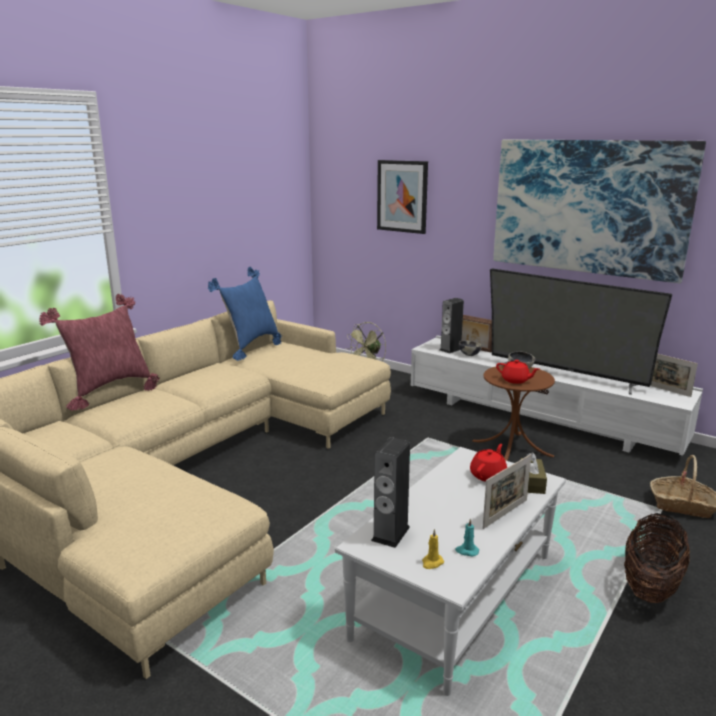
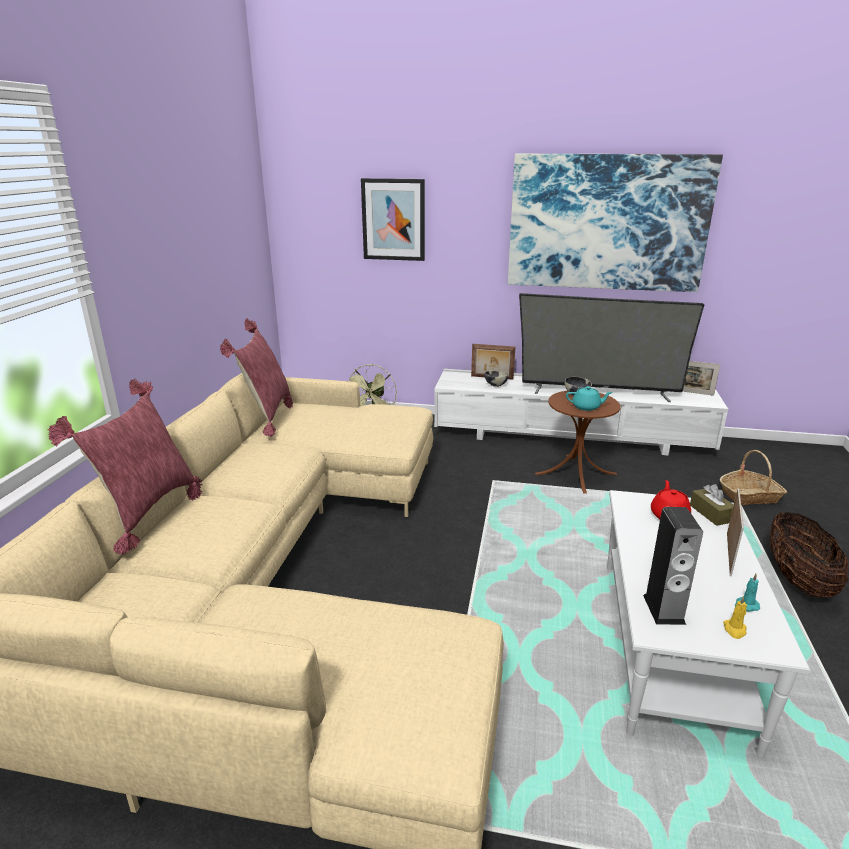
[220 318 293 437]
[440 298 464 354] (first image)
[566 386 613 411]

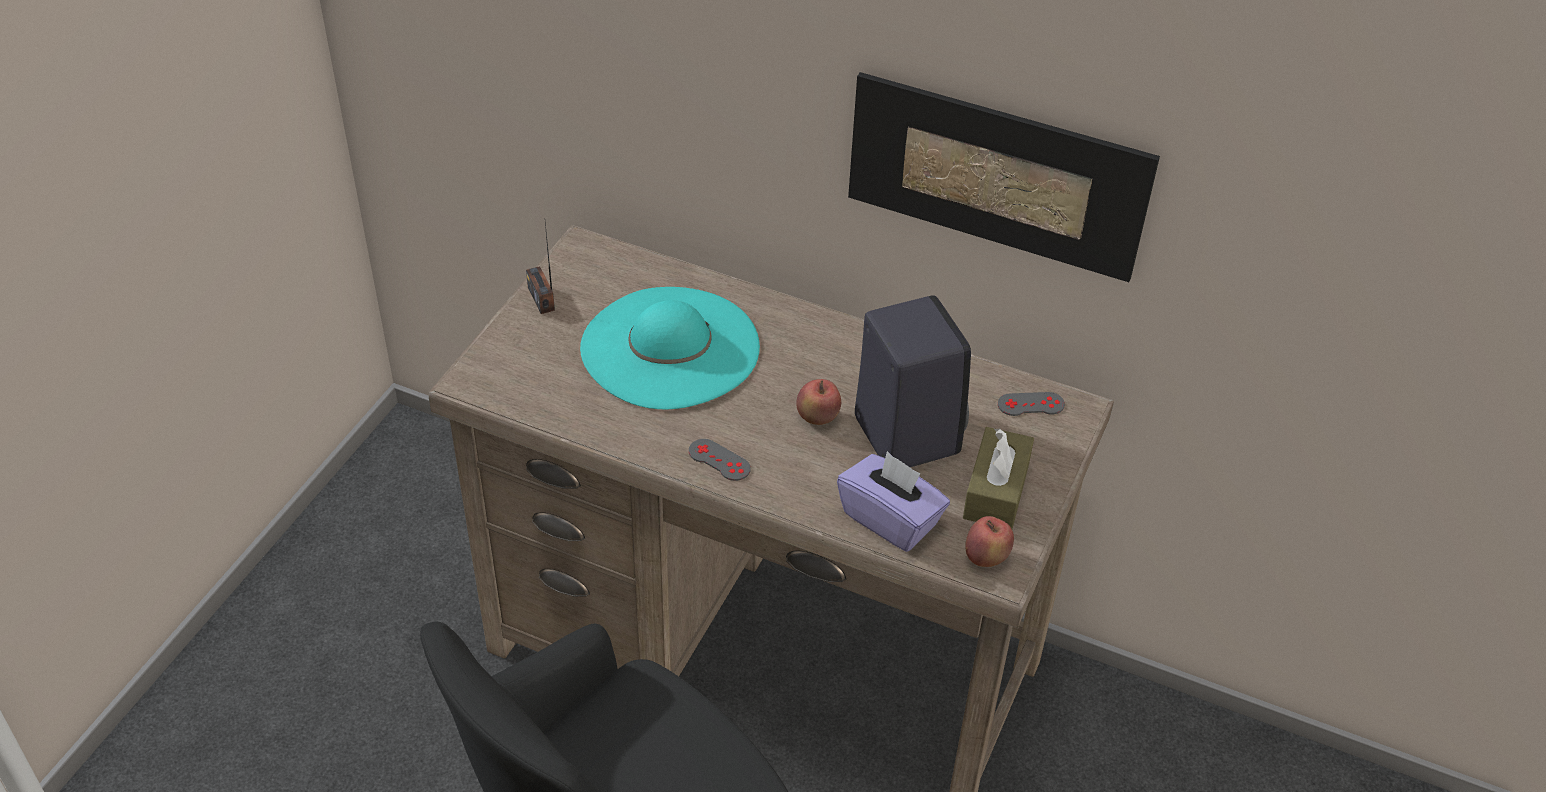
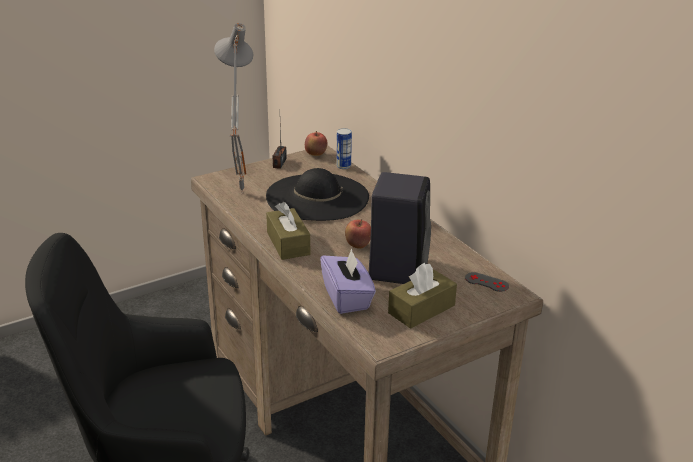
[848 72 1160 282] (first image)
[266 168 369 221]
[266 202 310 260]
[305 131 327 156]
[214 23 253 193]
[337 128 352 169]

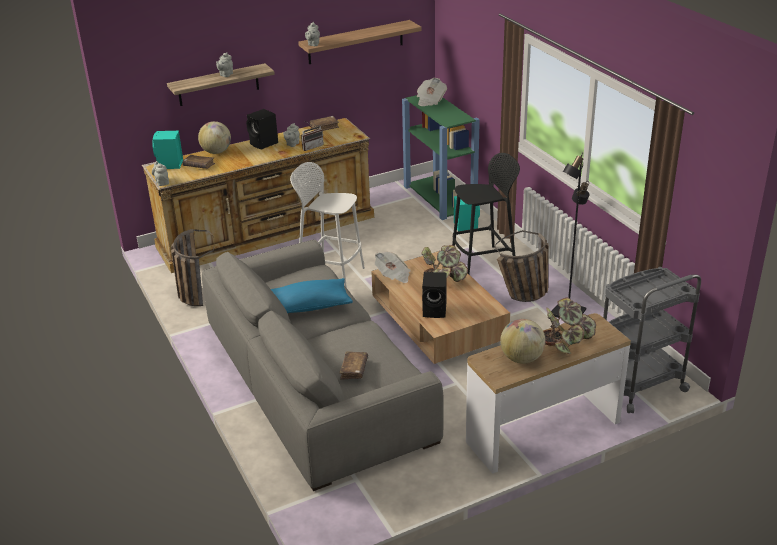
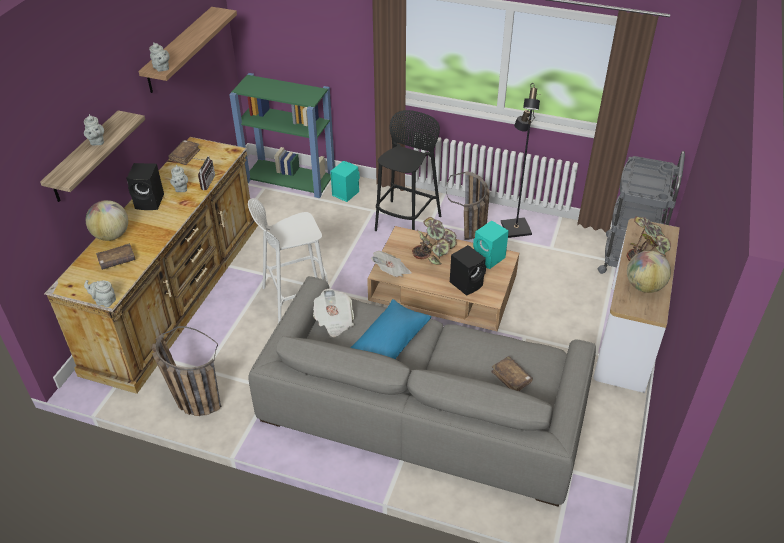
[313 288 354 337]
[473 221 509 269]

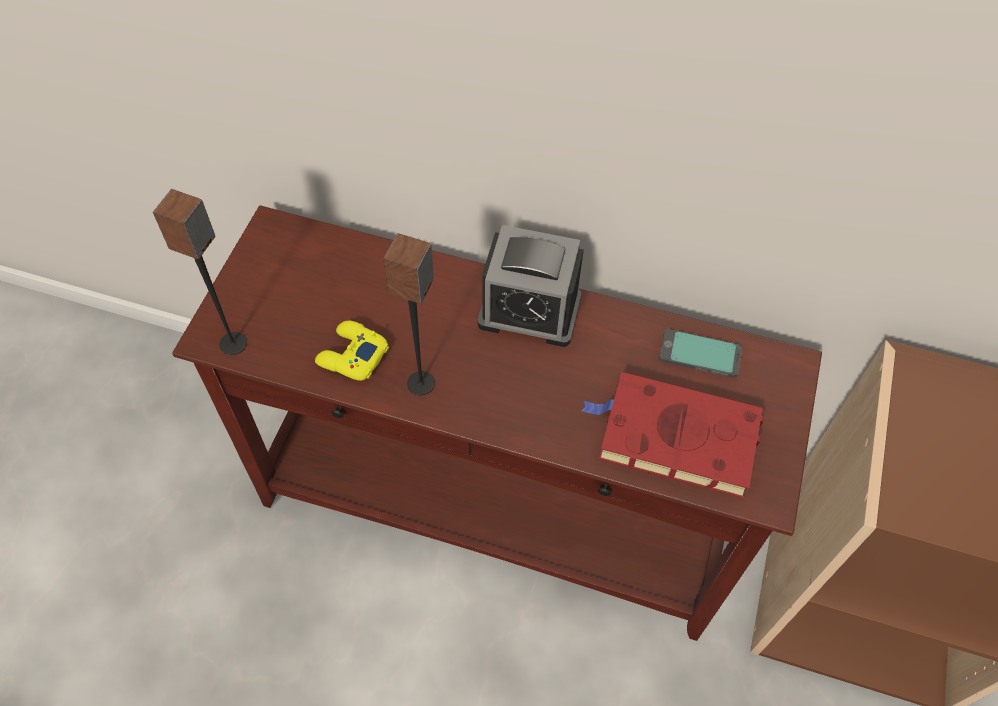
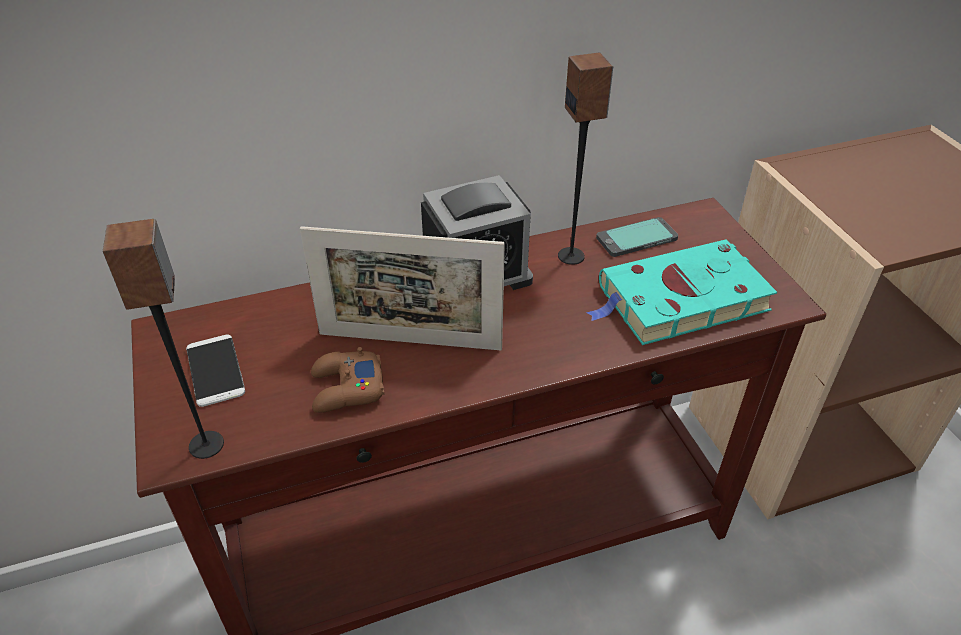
[558 53 613 265]
[311 347 385 413]
[586 239 777 345]
[300 226 505 350]
[186 335 245 407]

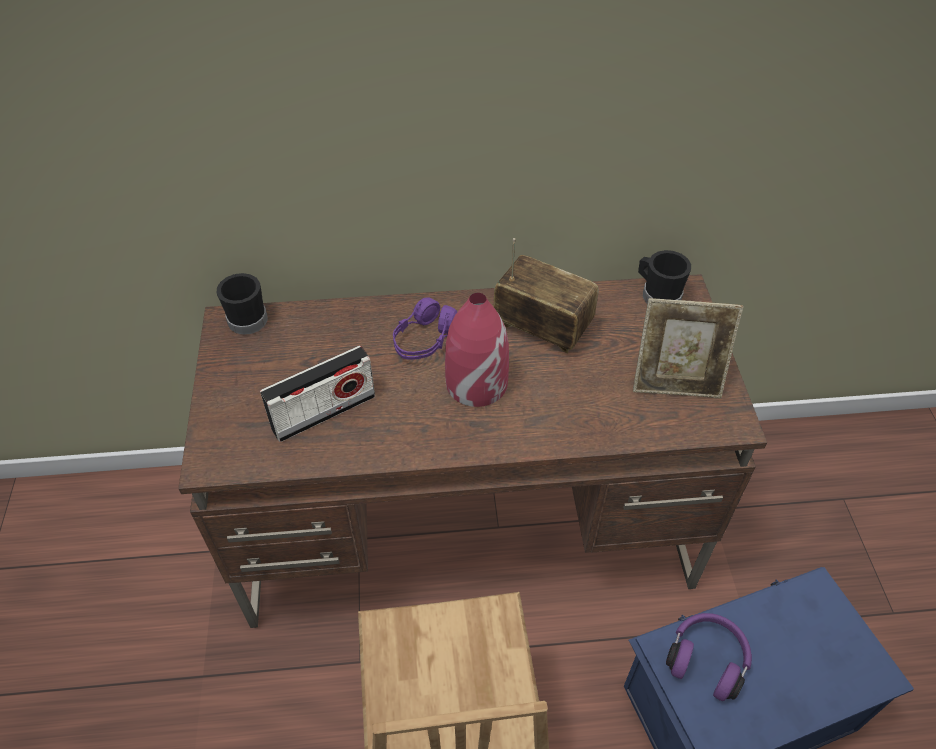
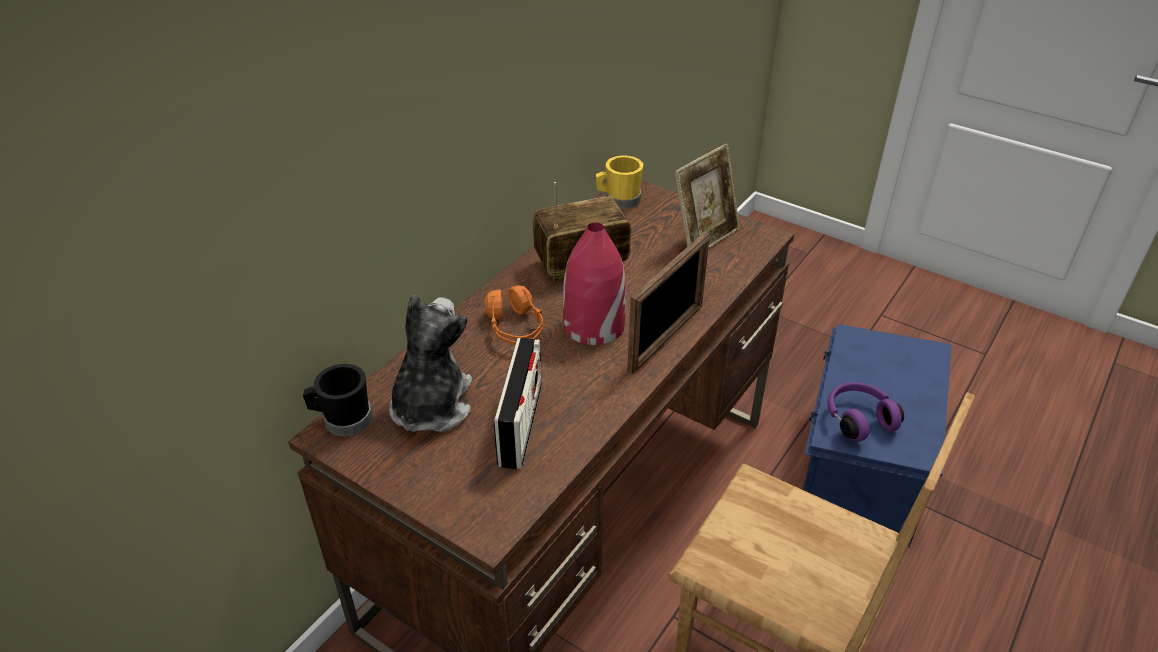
[596 155 643 209]
[485 285 543 345]
[627 232 710 374]
[389 295 472 432]

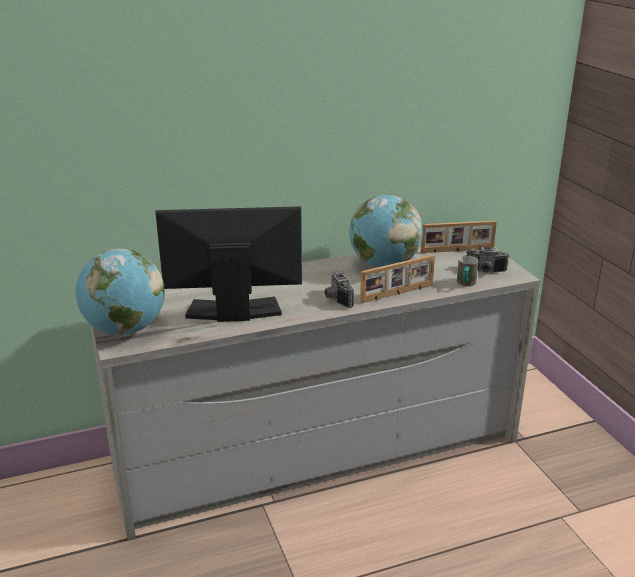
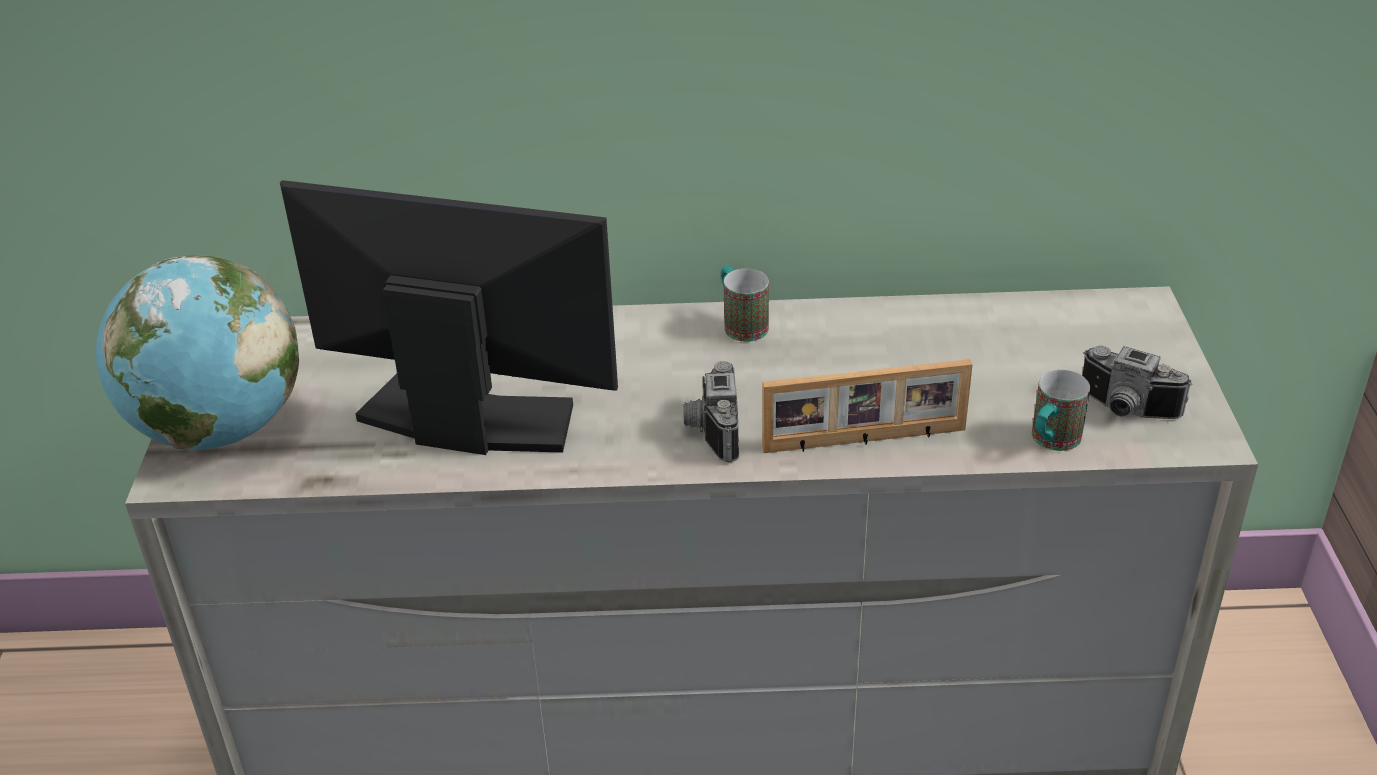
[349 195 423 267] (first image)
[420 221 497 253] (first image)
[721 266 769 342]

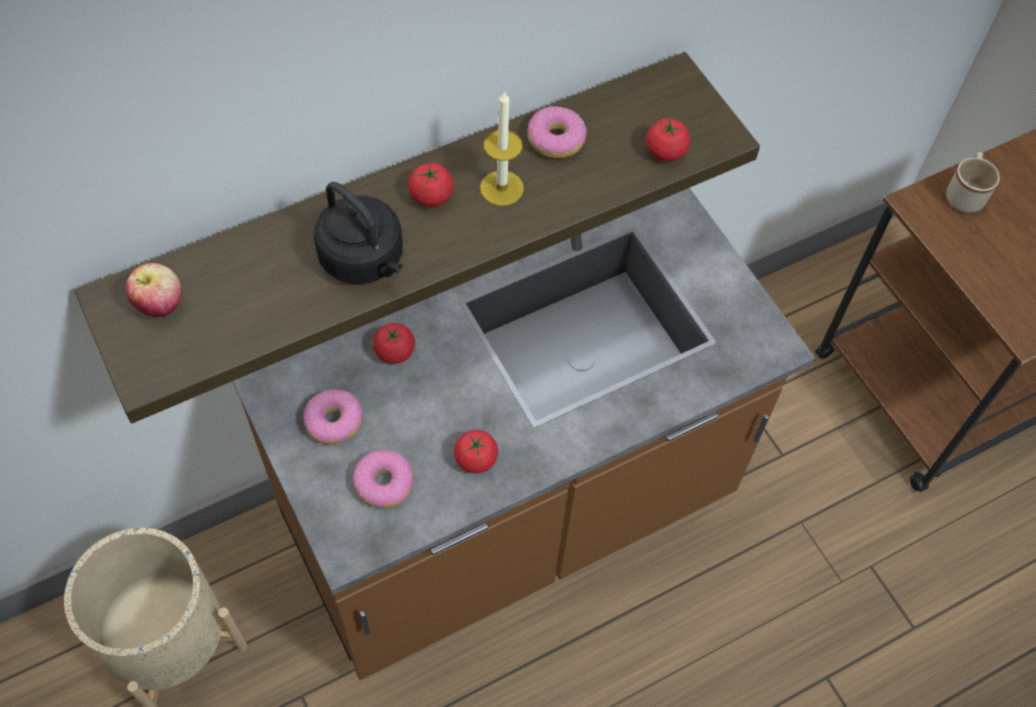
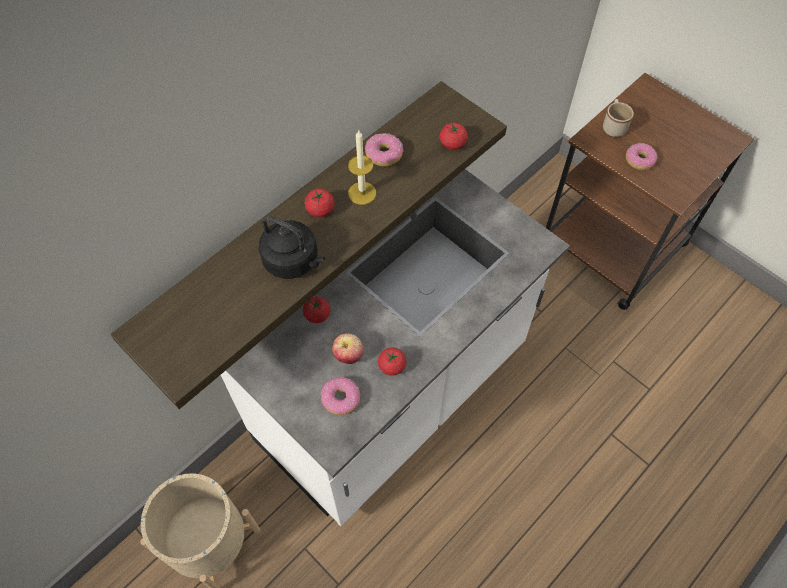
[221 169 570 526]
[332 333 363 364]
[626 143 658 170]

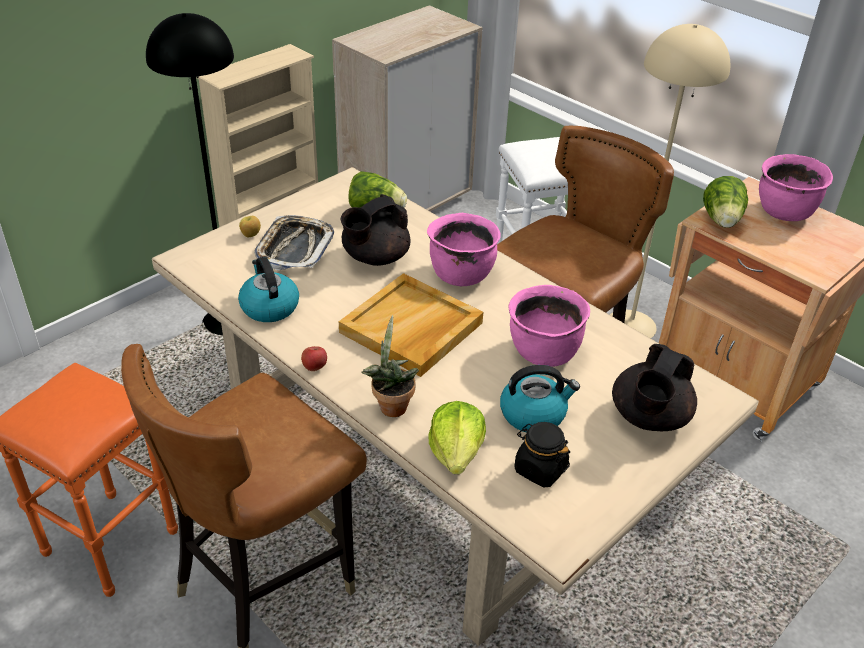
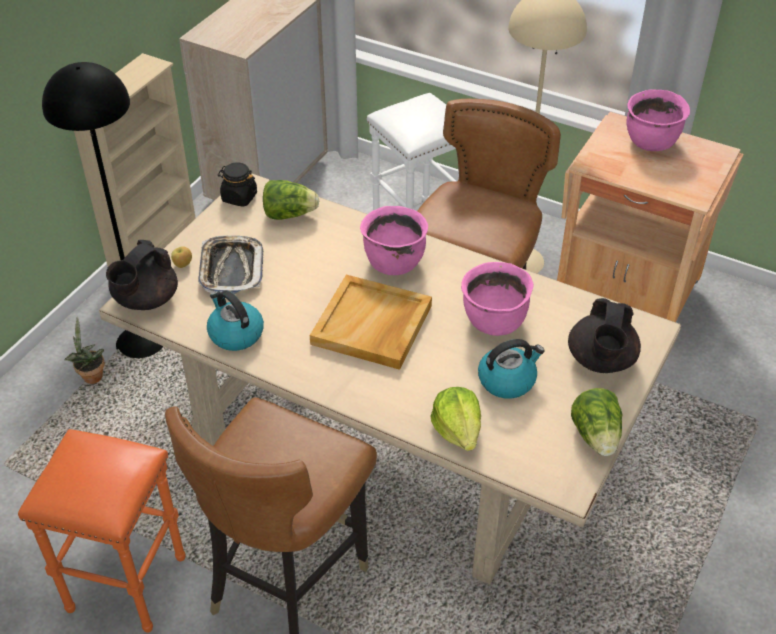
[571 388 622 456]
[106 240 178 310]
[65 317 105 384]
[301 346 327 371] (first image)
[218 162 257 206]

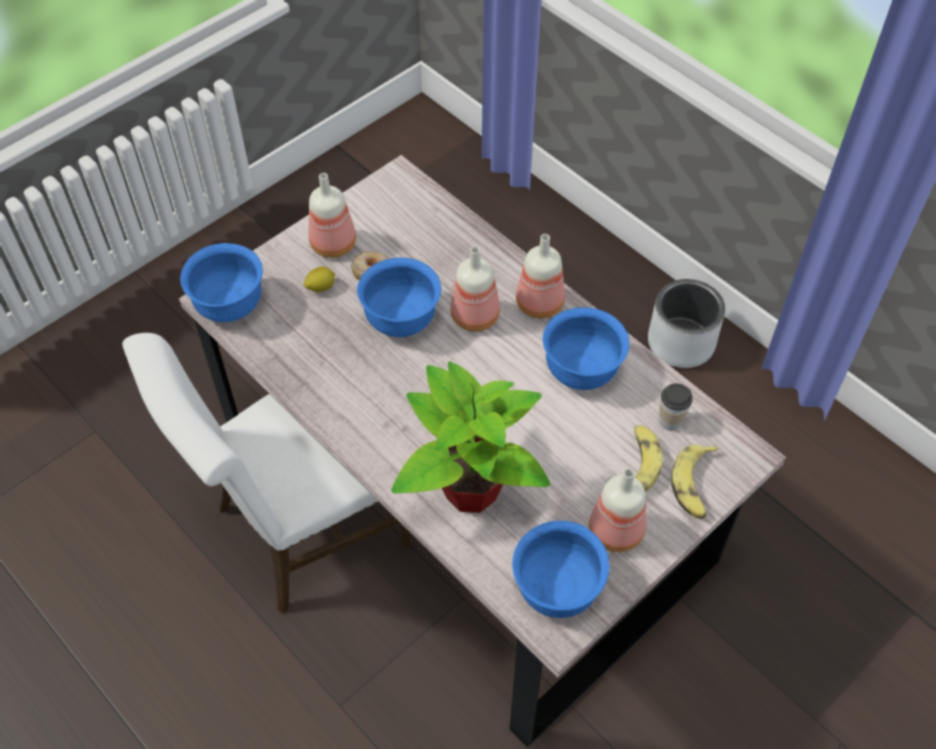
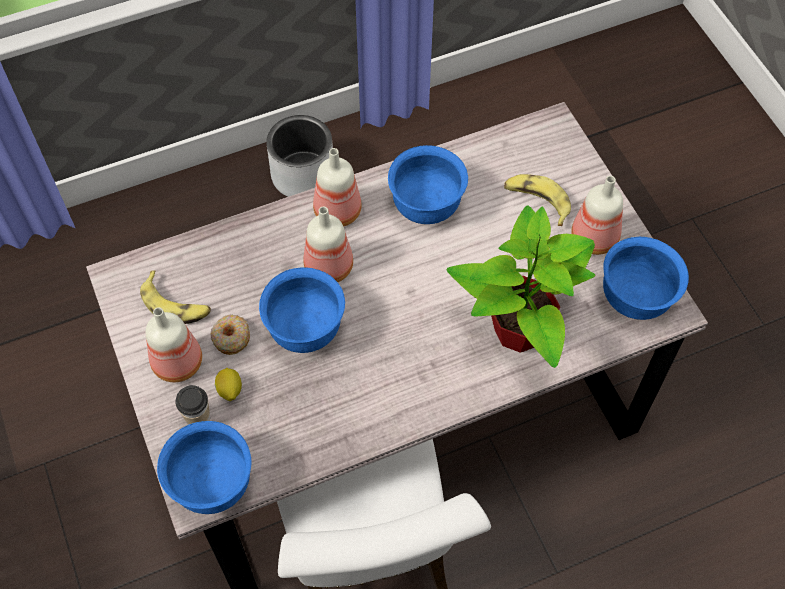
[175 385 210 425]
[140 270 211 324]

